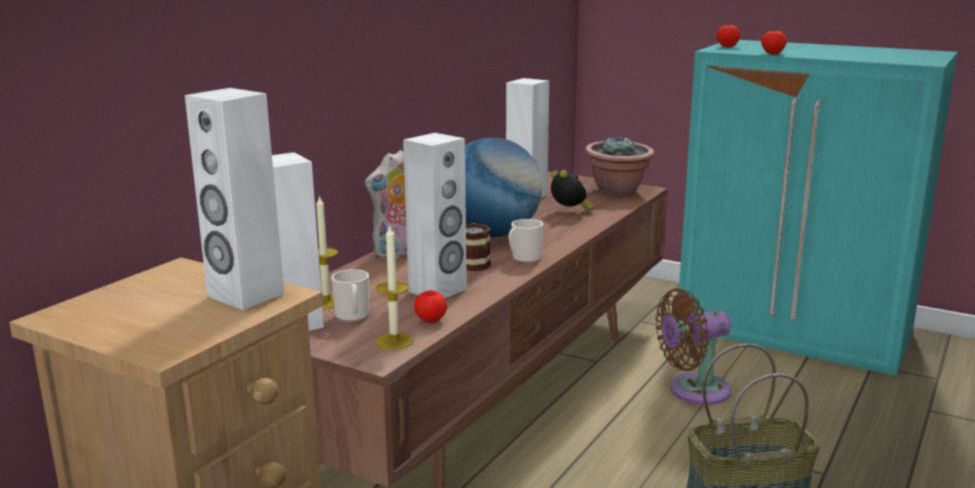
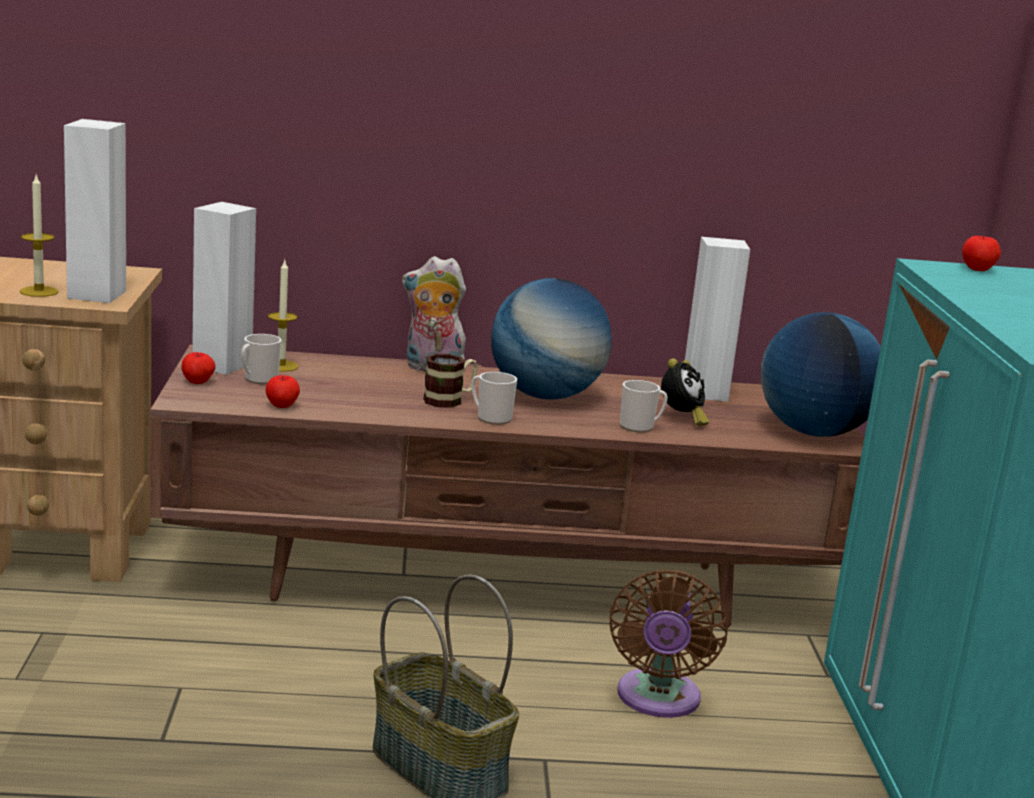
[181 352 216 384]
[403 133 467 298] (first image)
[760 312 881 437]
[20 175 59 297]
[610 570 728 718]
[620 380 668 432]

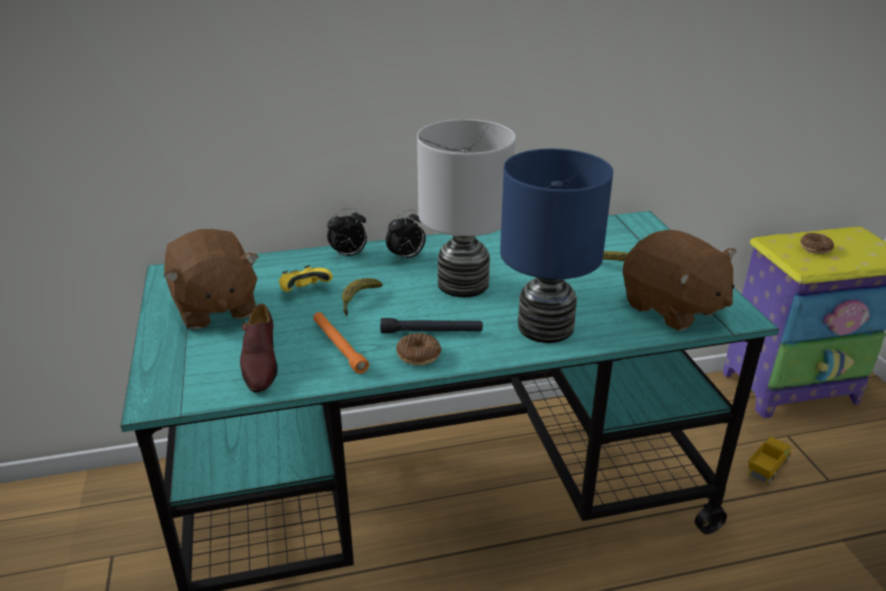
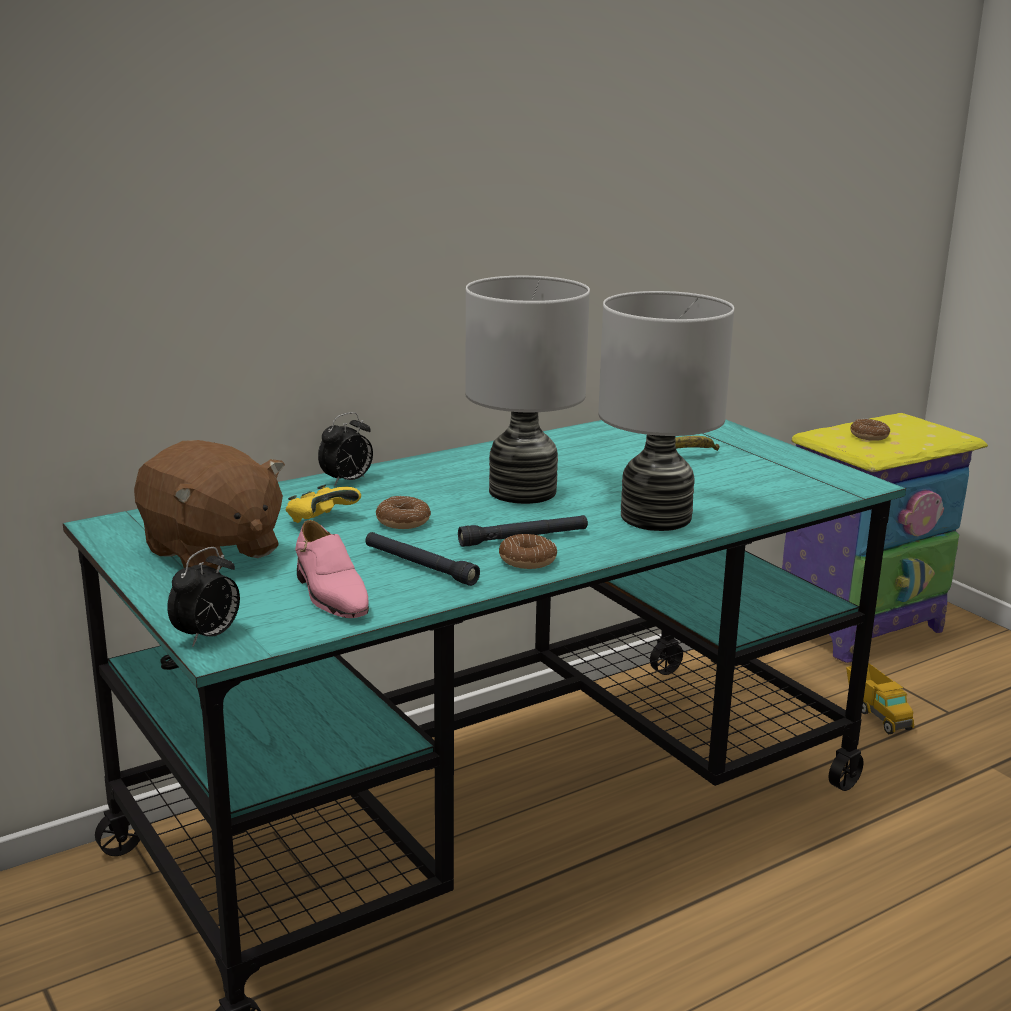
[598 291 734 531]
[167 547 240 647]
[623 230 736 331] (first image)
[376 496 431 529]
[295 520 369 618]
[366 532 480 586]
[846 663 914 734]

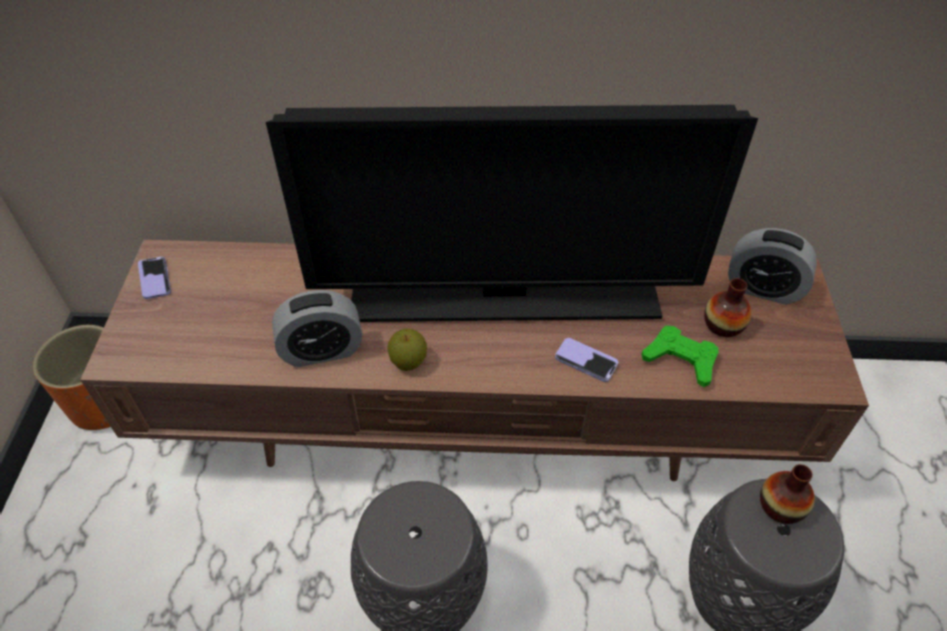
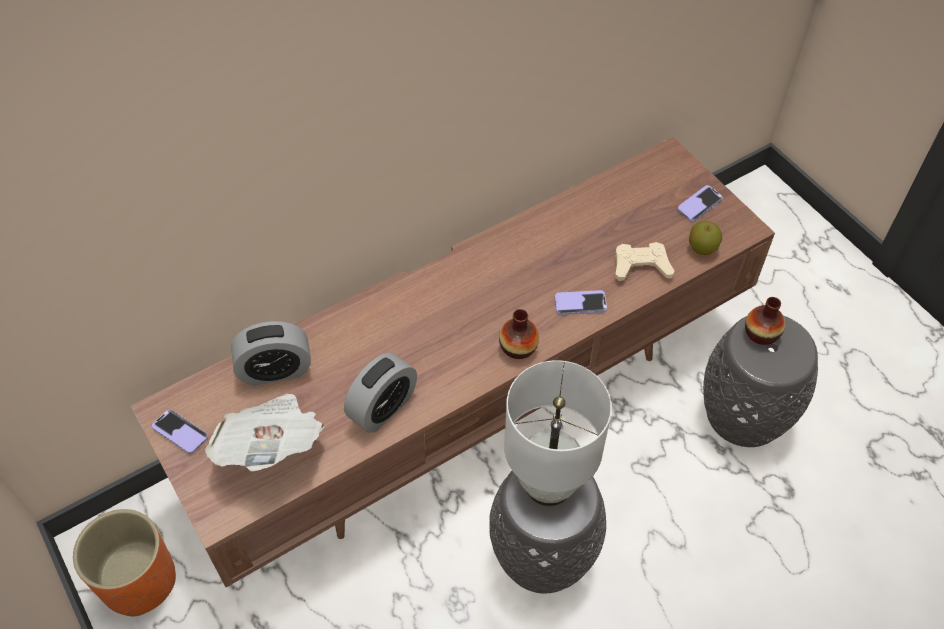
[266 105 758 322] (first image)
[231 321 311 386]
[499 309 539 359]
[615 242 675 281]
[689 221 722 255]
[678 185 723 222]
[504 360 612 506]
[205 394 324 471]

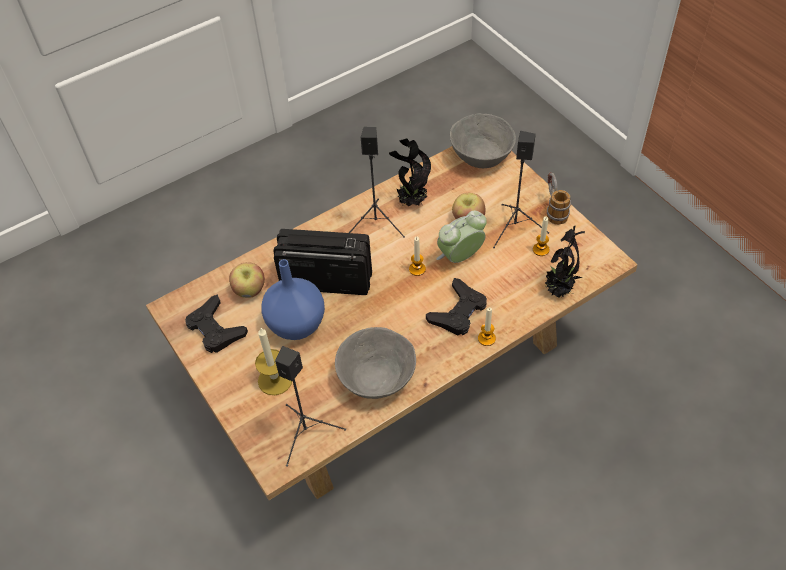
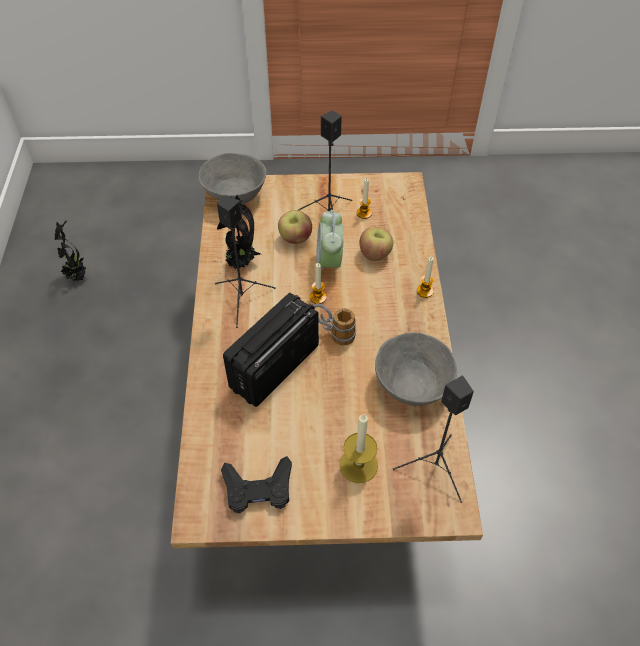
[312 303 356 346]
[55 221 88 282]
[261 259 325 340] (first image)
[359 227 393 261]
[426 278 487 336] (first image)

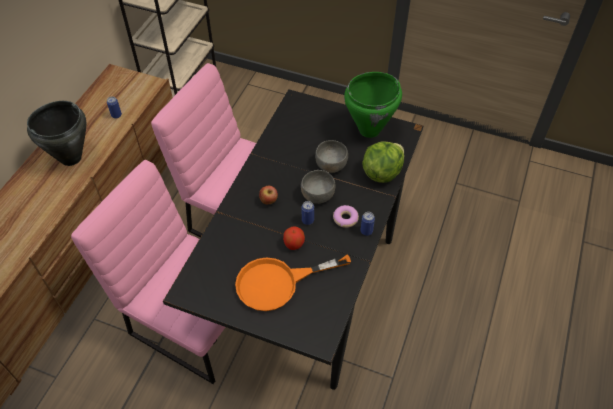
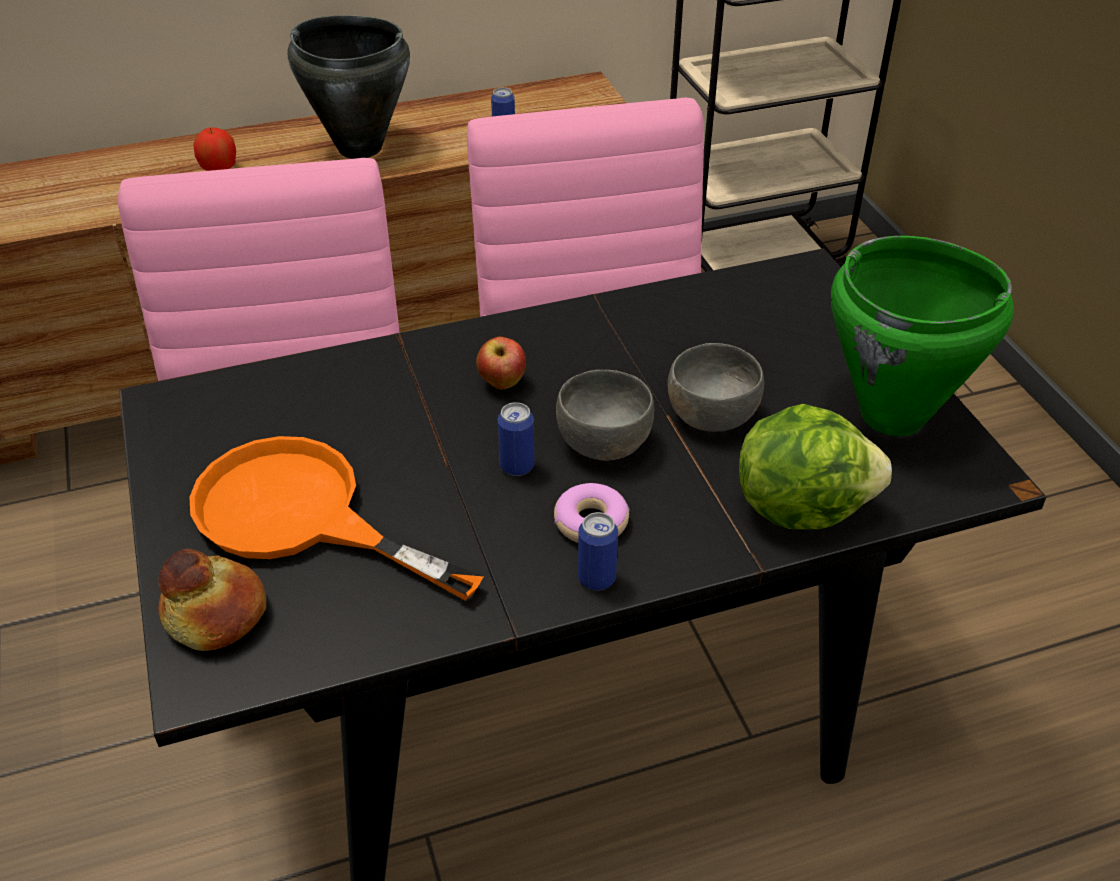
[194 127 236 171]
[158 549 266 651]

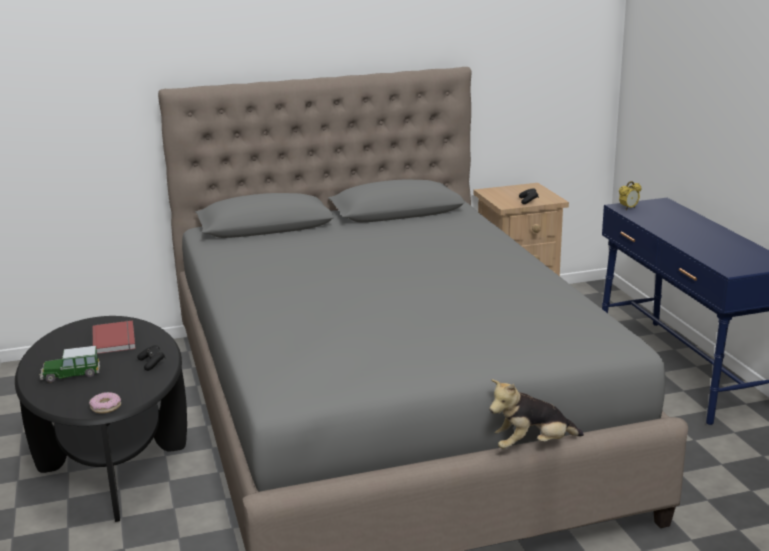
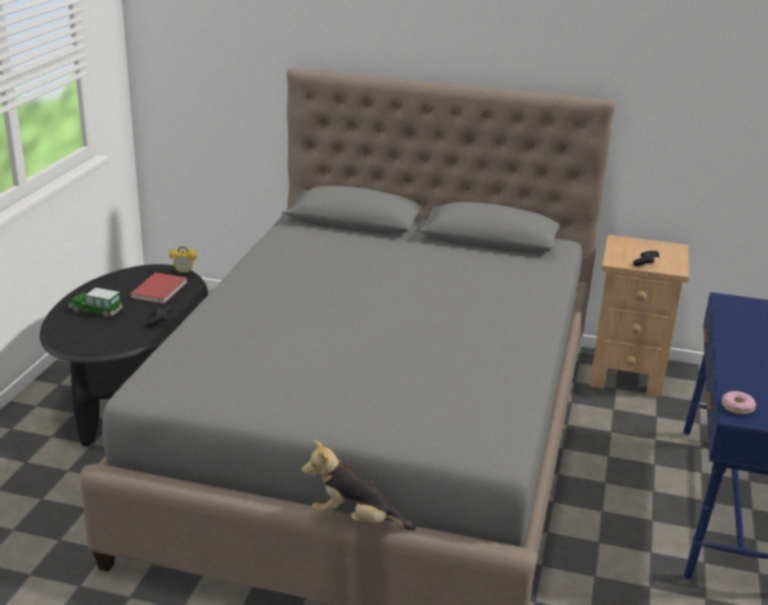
[169 247 197 274]
[722 391 756 415]

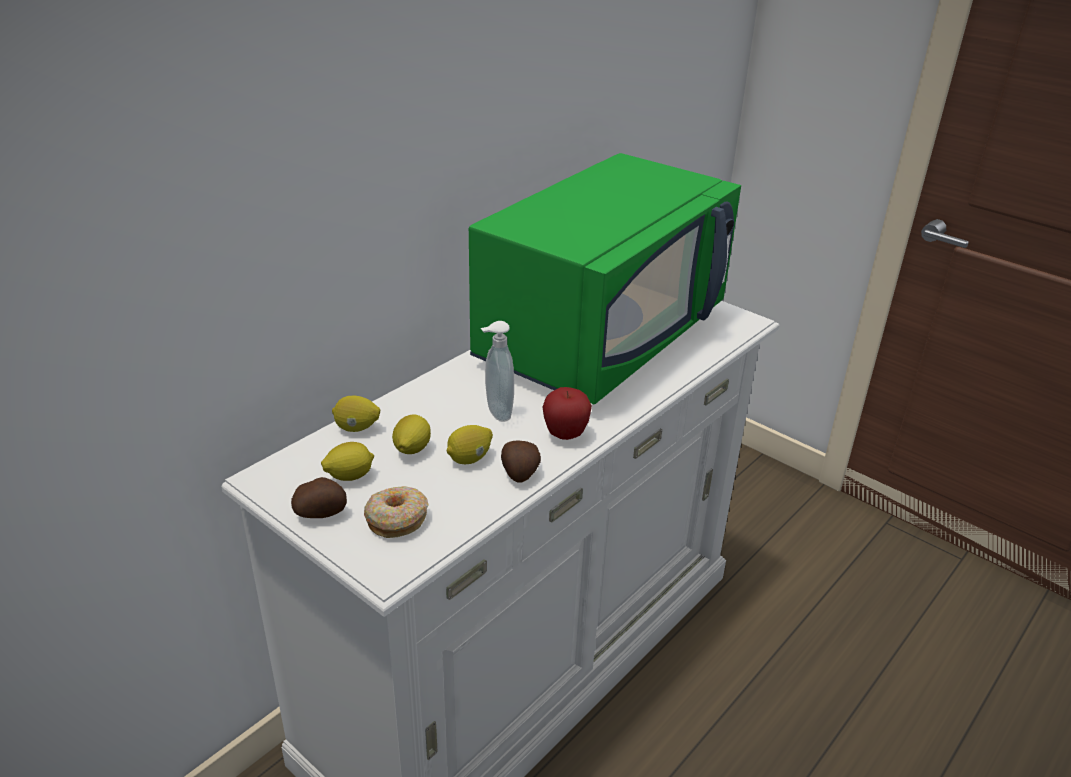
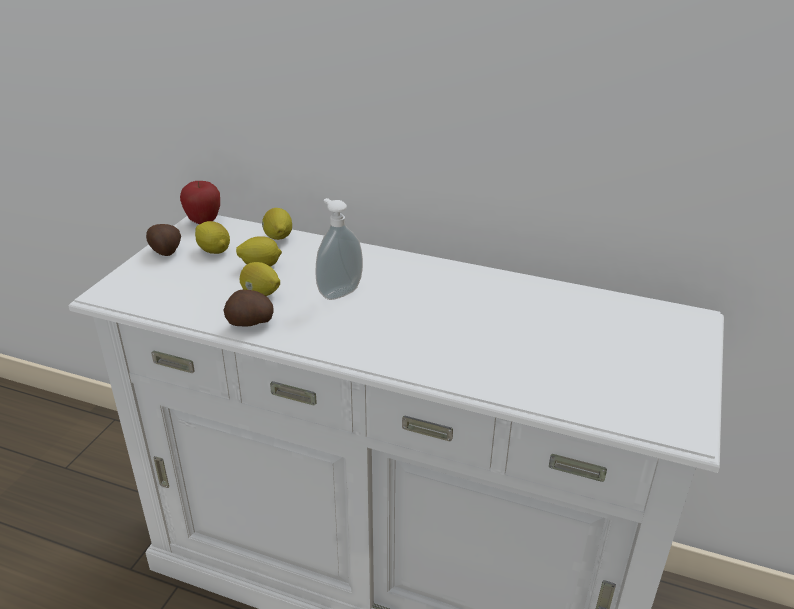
[469 153 741 405] (first image)
[180 181 220 224]
[364 486 429 538] (first image)

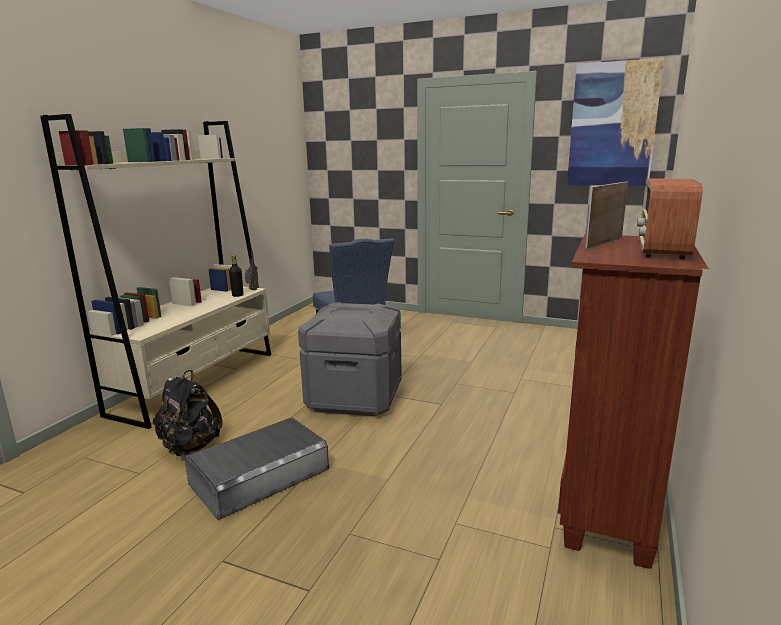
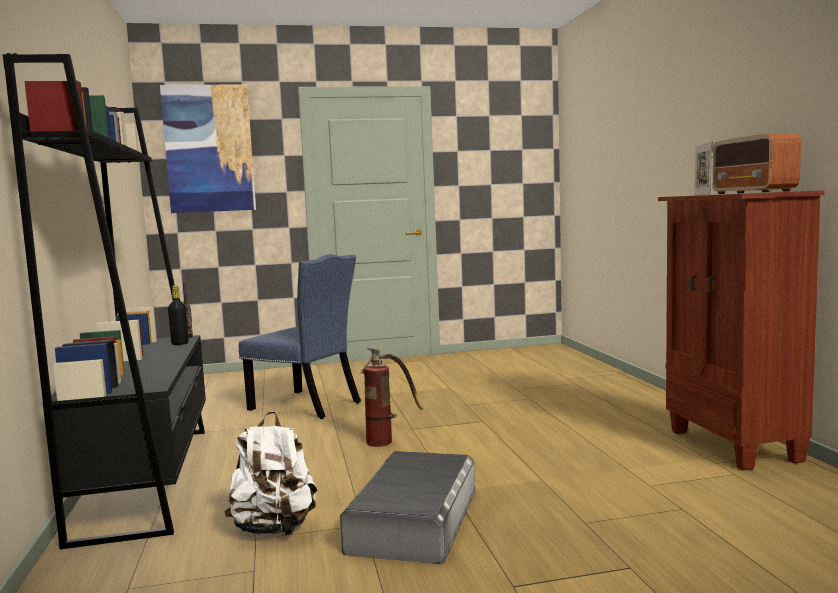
[160 84 256 213]
[3 53 206 549]
[360 348 423 447]
[224 411 318 536]

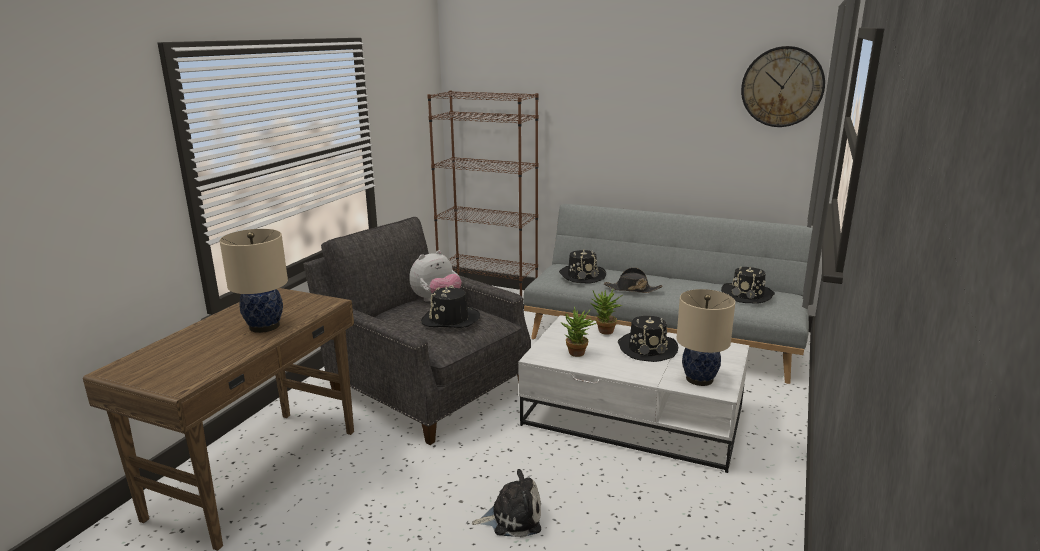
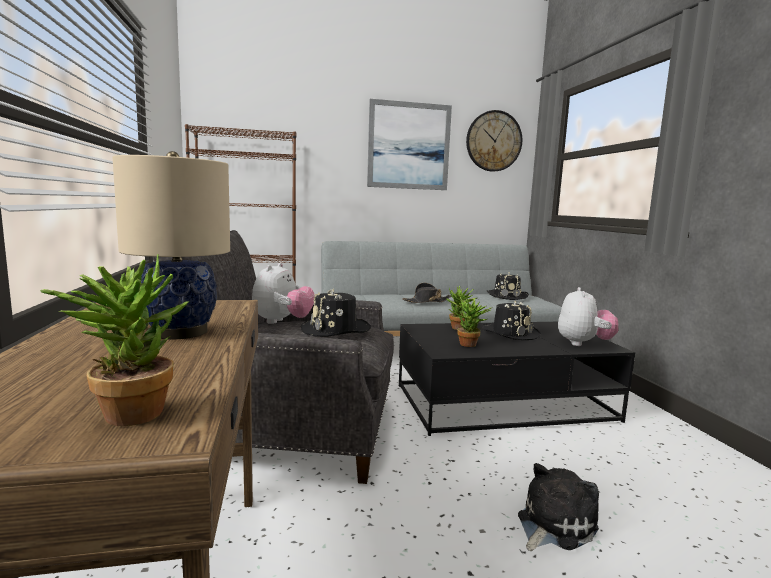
[559 250 606 283] (first image)
[558 287 618 346]
[399 322 635 436]
[367 99 452 190]
[40 254 188 426]

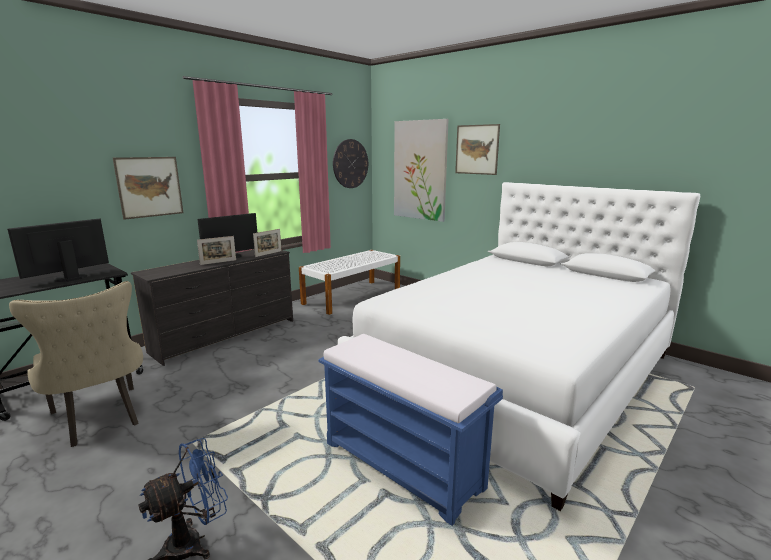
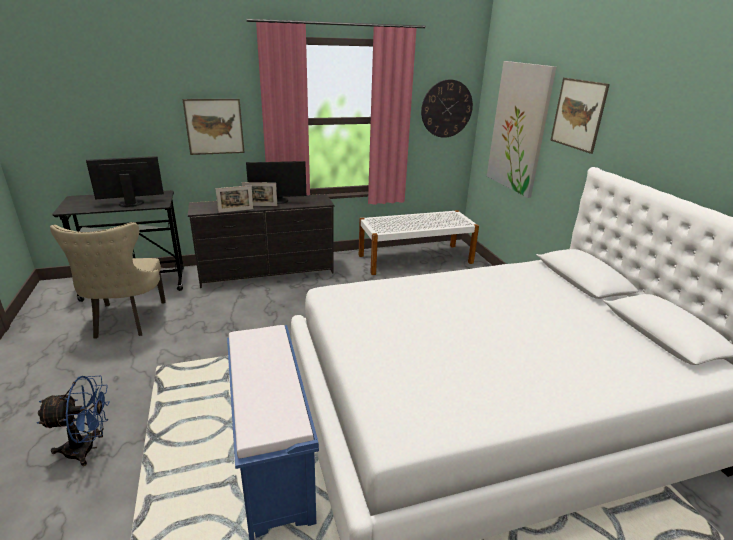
[215 185 253 213]

